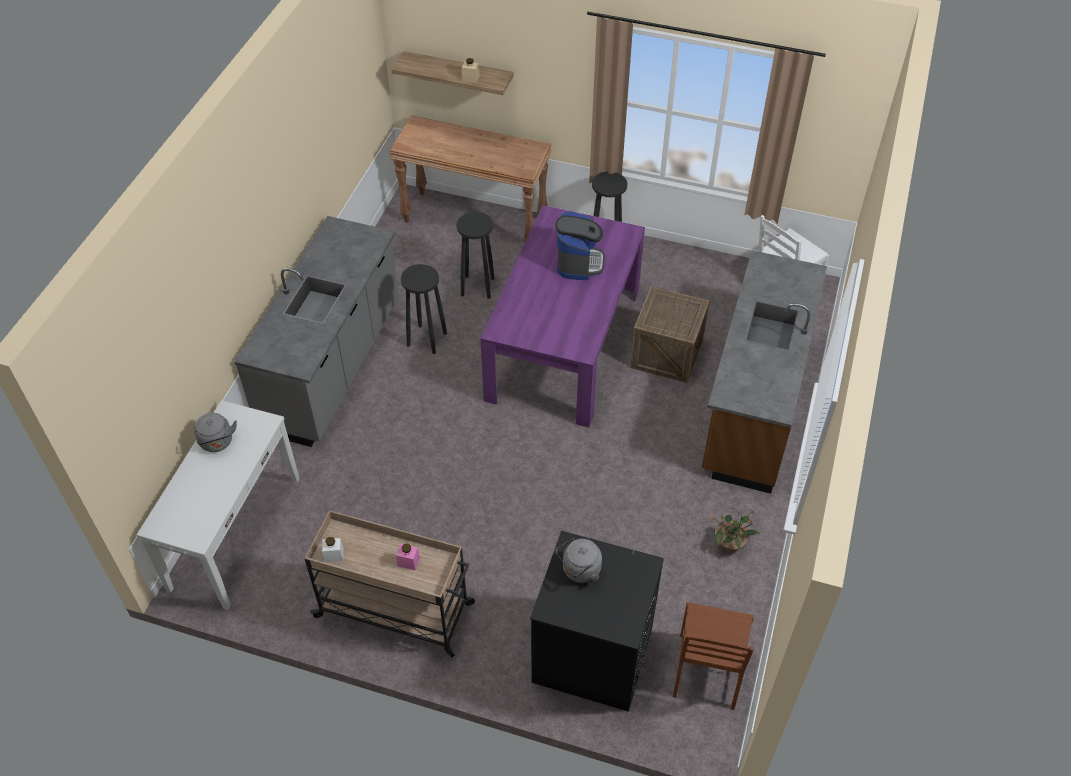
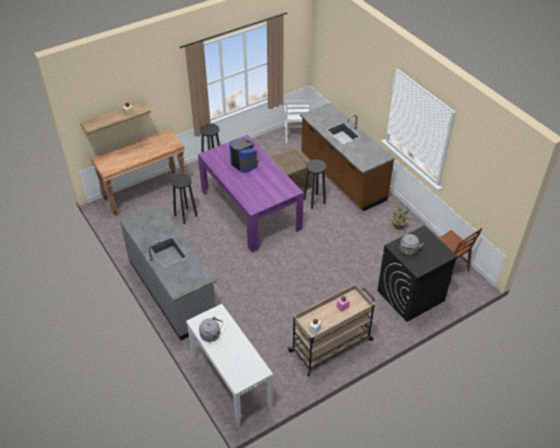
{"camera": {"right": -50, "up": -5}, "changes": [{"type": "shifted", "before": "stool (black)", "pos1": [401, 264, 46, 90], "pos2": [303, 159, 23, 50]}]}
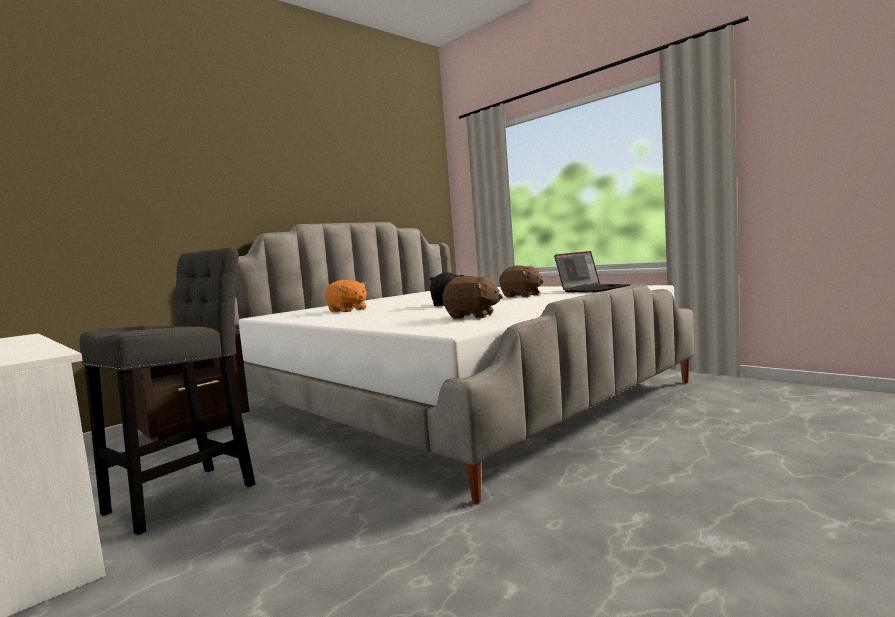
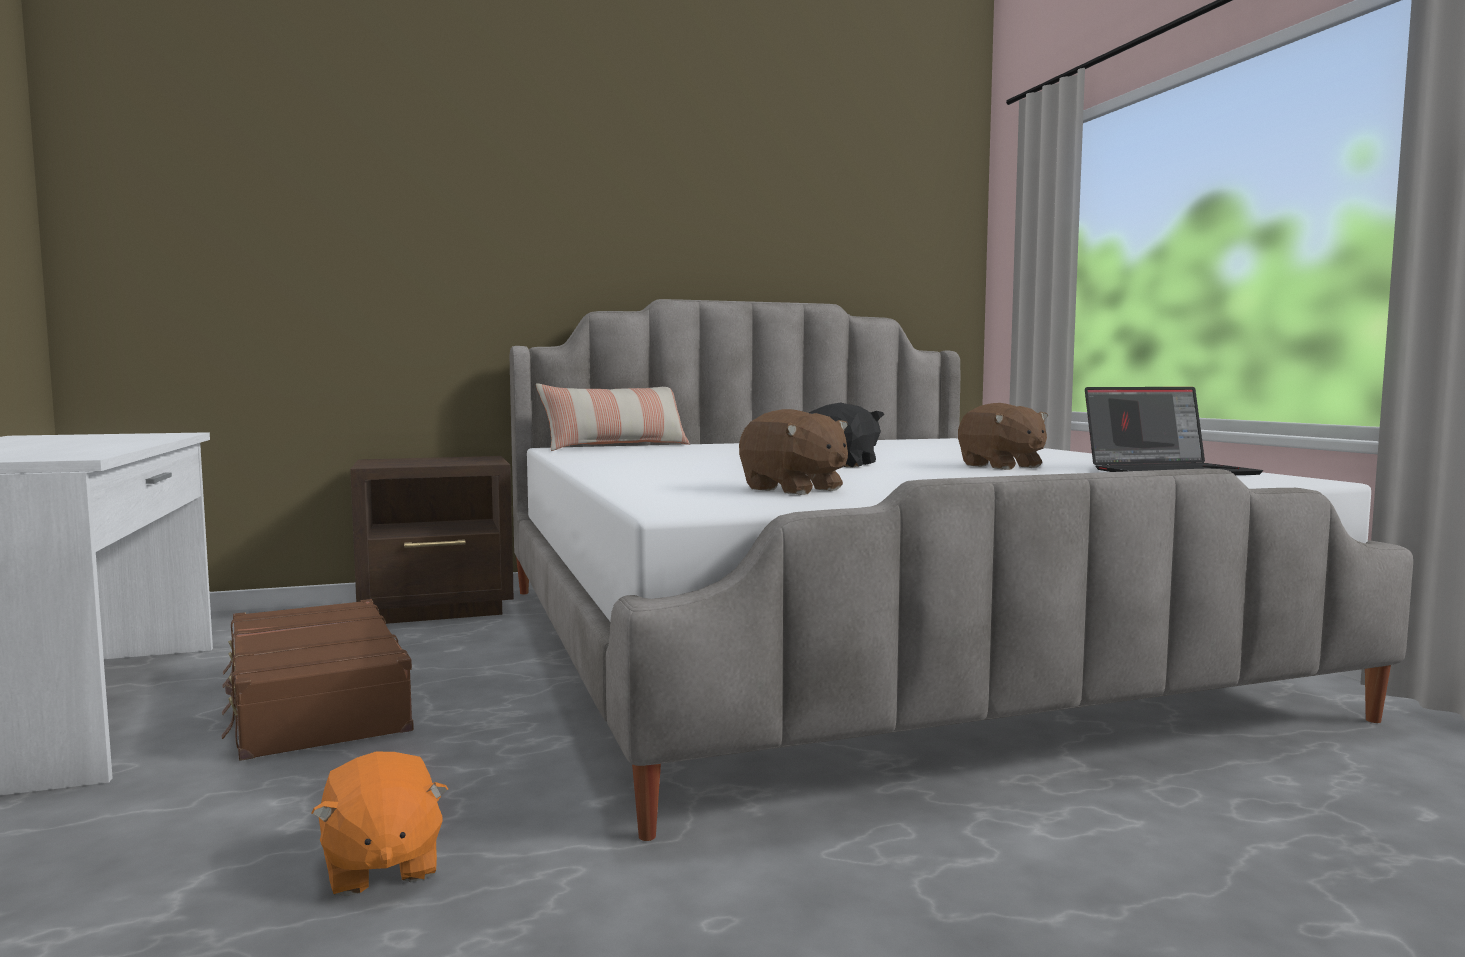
{"camera": {"right": 25, "up": 0}, "changes": [{"type": "swapped", "before": "stool (gray)", "after": "travel case (brownish)", "pos1": [79, 247, 176, 288], "pos2": [221, 599, 193, 162]}, {"type": "shifted", "before": "plush toy (orange-coloured)", "pos1": [325, 280, 42, 32], "pos2": [312, 752, 136, 144]}, {"type": "new", "after": "throw pillow", "pos2": [536, 383, 154, 68]}]}
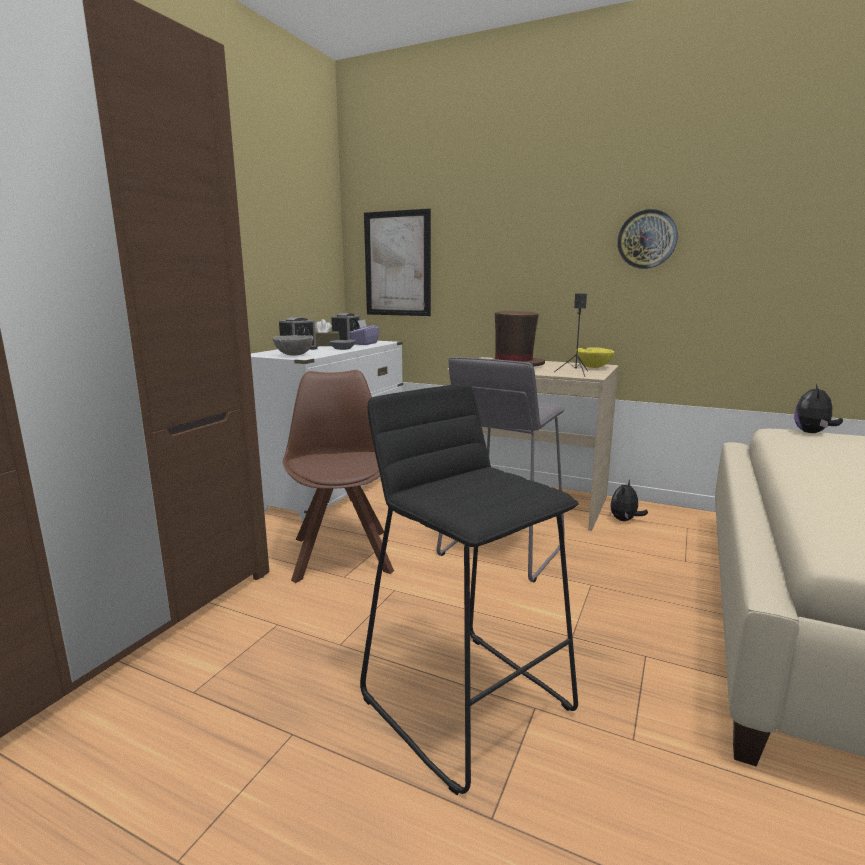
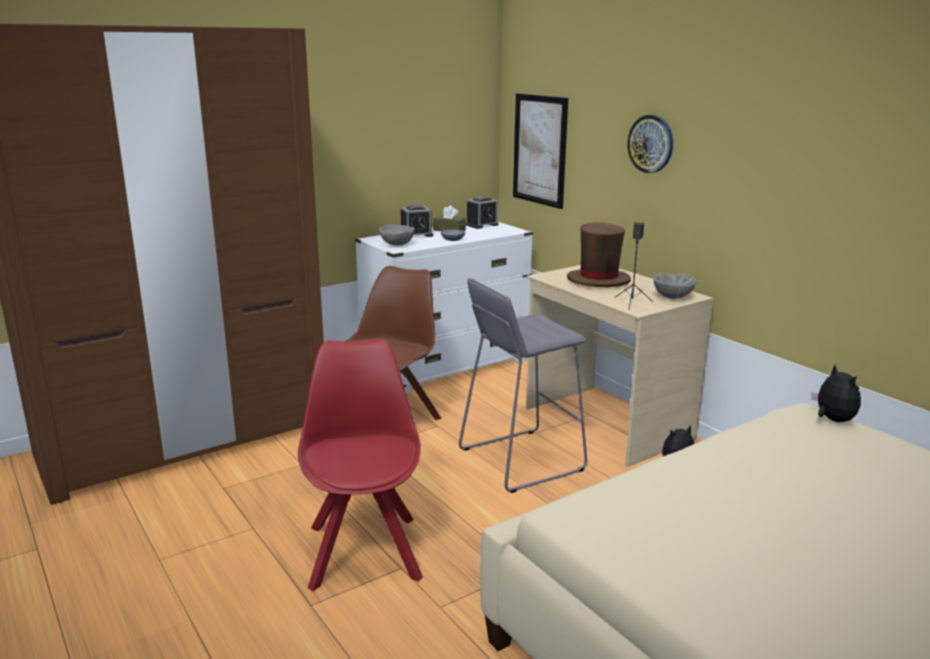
{"camera": {"right": 30, "up": 5}, "changes": [{"type": "shifted", "before": "clock on the wall", "pos1": [617, 209, 61, 60], "pos2": [627, 115, 46, 58]}, {"type": "gone", "before": "tissue holder (purple)", "pos1": [349, 320, 30, 25]}, {"type": "repainted", "before": "deep dish (yellowish)", "after": "deep dish (gray)", "pos1": [576, 347, 38, 21], "pos2": [653, 273, 43, 26]}, {"type": "swapped", "before": "stool (black)", "after": "chair (red-coloured)", "pos1": [360, 383, 219, 412], "pos2": [298, 338, 125, 253]}, {"type": "rotated", "before": "plush toy", "pos1": [794, 384, 49, 49], "pos2": [811, 364, 50, 58], "turn": 105}]}
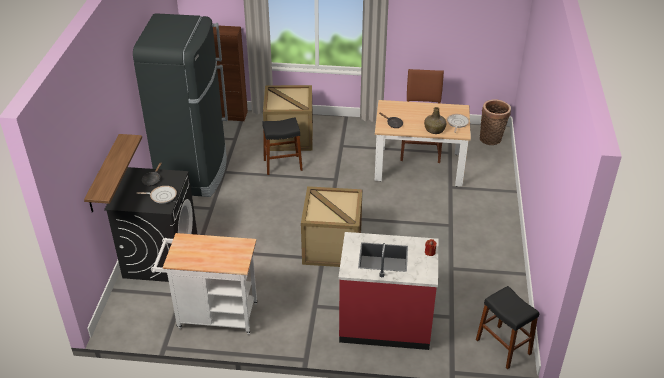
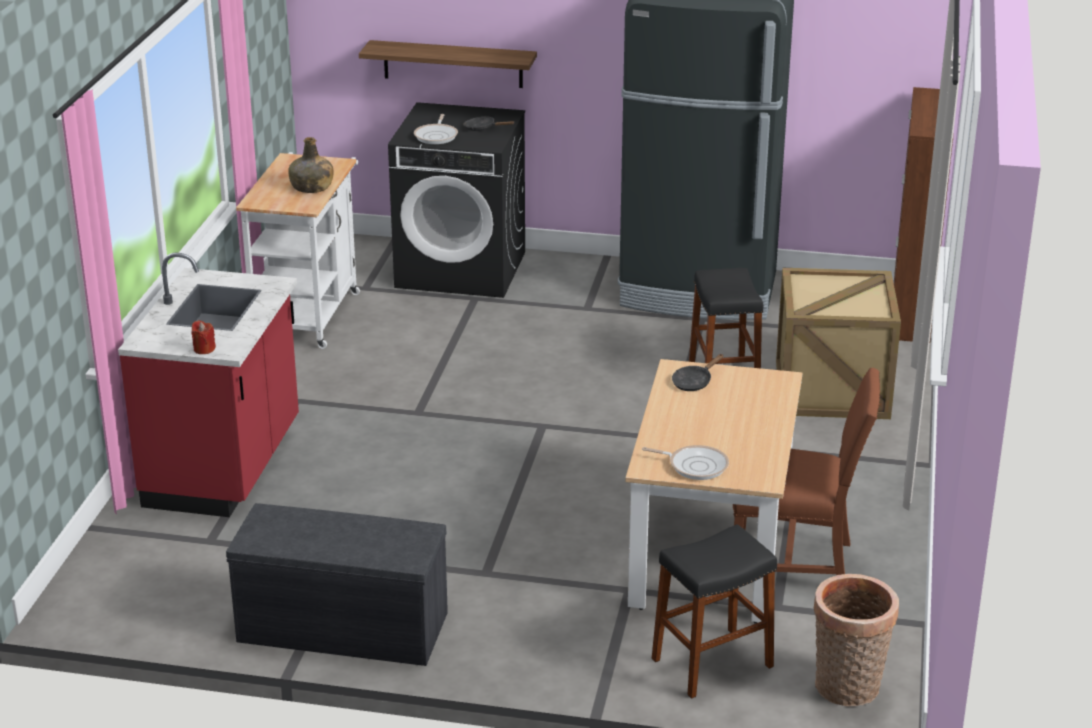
{"camera": {"right": 95, "up": -10}, "changes": [{"type": "shifted", "before": "beverage bottle (green)", "pos1": [424, 107, 22, 27], "pos2": [288, 137, 46, 56]}, {"type": "gone", "before": "shipping crate", "pos1": [301, 186, 61, 81]}, {"type": "shifted", "before": "stool (black)", "pos1": [476, 286, 63, 83], "pos2": [652, 524, 125, 175]}, {"type": "new", "after": "indoor bench (gray)", "pos2": [226, 503, 222, 163]}]}
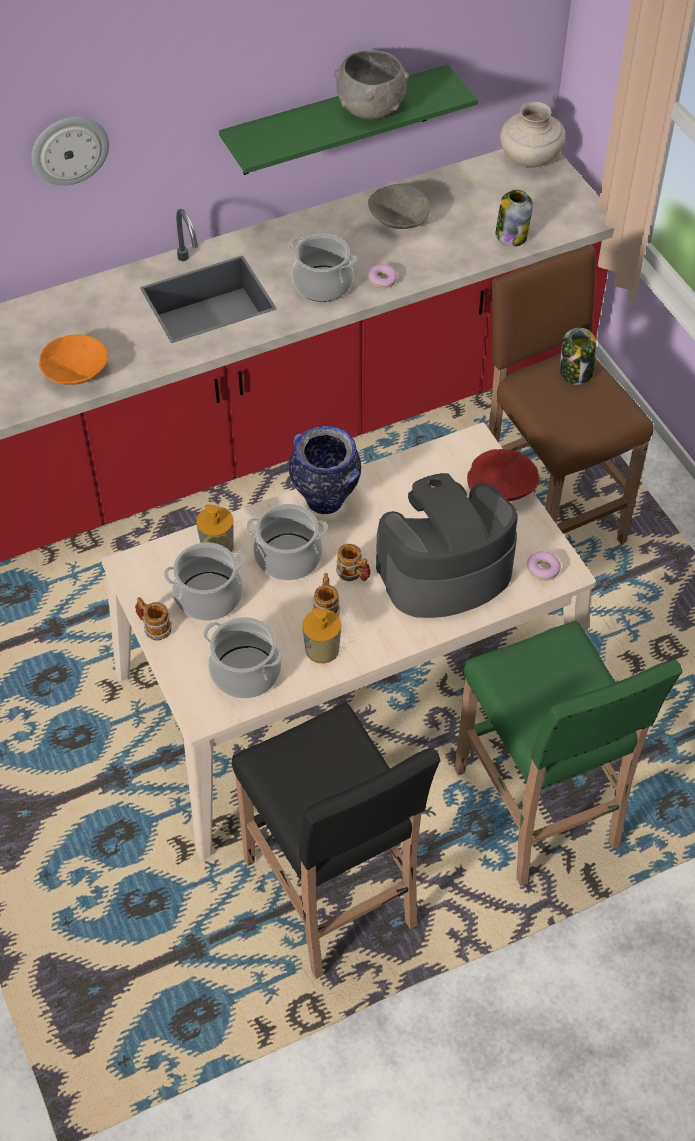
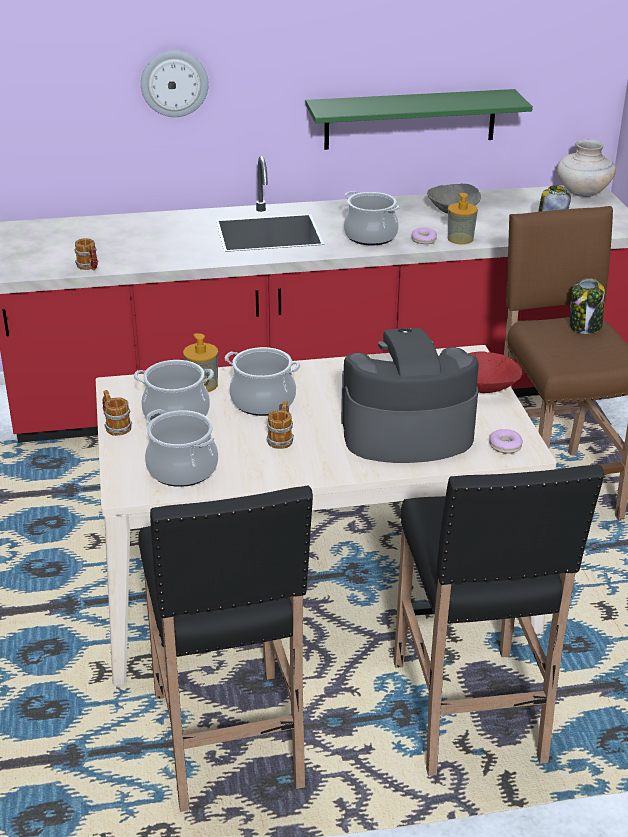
{"camera": {"right": 15, "up": -20}, "changes": [{"type": "gone", "before": "deep dish (gray)", "pos1": [334, 50, 75, 69]}, {"type": "gone", "before": "deep dish (orange-coloured)", "pos1": [39, 334, 69, 51]}, {"type": "gone", "before": "vase", "pos1": [289, 426, 72, 88]}, {"type": "shifted", "before": "coffee mug", "pos1": [336, 544, 35, 37], "pos2": [74, 238, 24, 33]}, {"type": "shifted", "before": "liquid soap bottle", "pos1": [302, 608, 39, 56], "pos2": [448, 193, 30, 51]}, {"type": "repainted", "before": "stool (green)", "after": "stool (black)", "pos1": [455, 620, 227, 266], "pos2": [394, 464, 210, 312]}]}
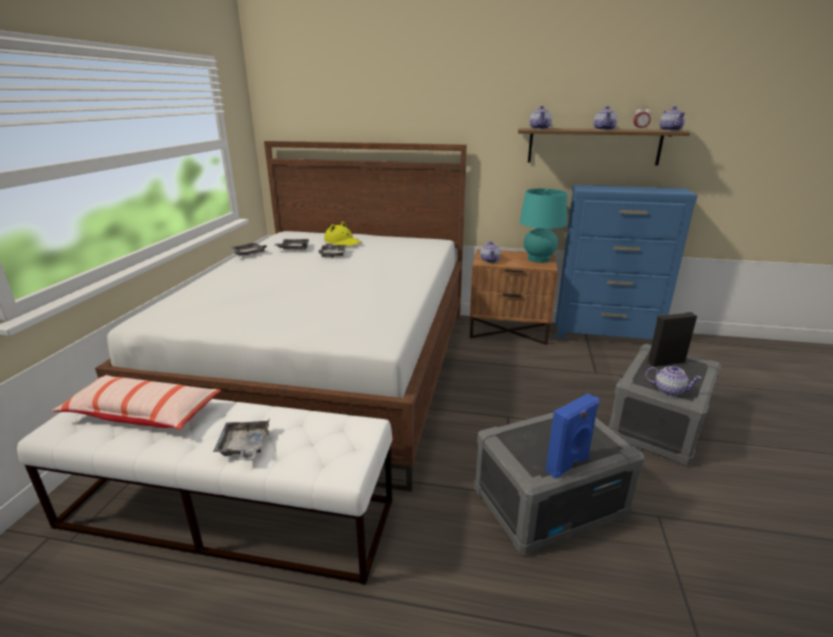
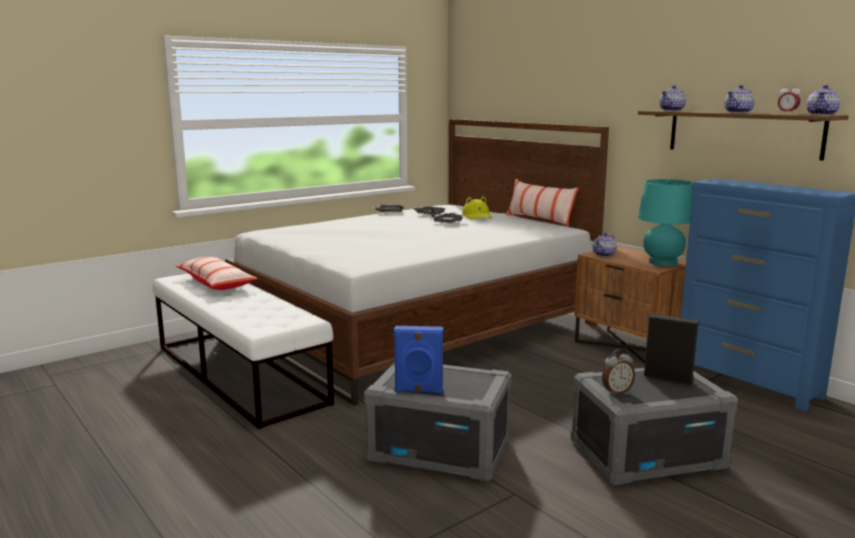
{"camera": {"right": 40, "up": -10}, "changes": [{"type": "swapped", "before": "tea pot", "after": "bedside clock", "pos1": [645, 365, 57, 31], "pos2": [602, 349, 33, 45]}, {"type": "gone", "before": "carrying tray (gray)", "pos1": [213, 420, 56, 40]}, {"type": "new", "after": "throw pillow", "pos2": [506, 179, 73, 48]}]}
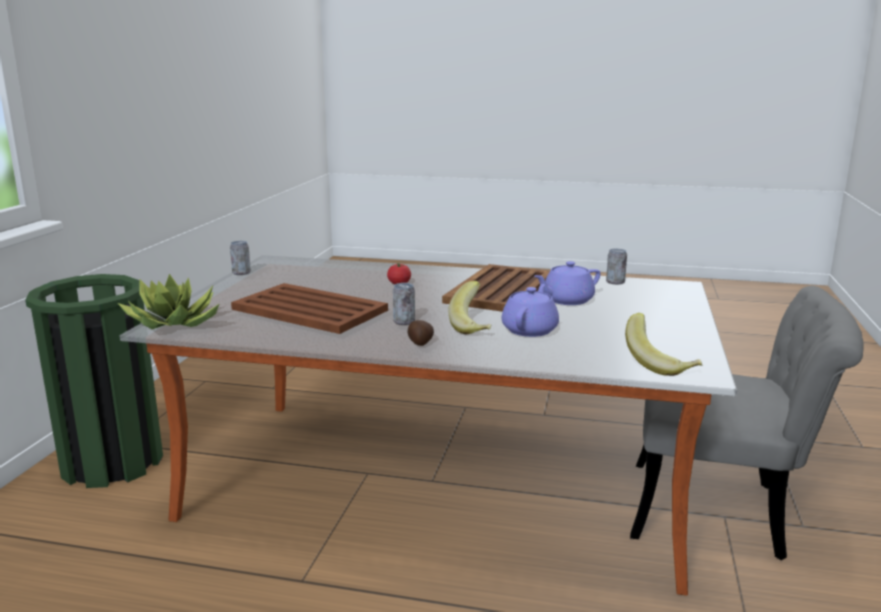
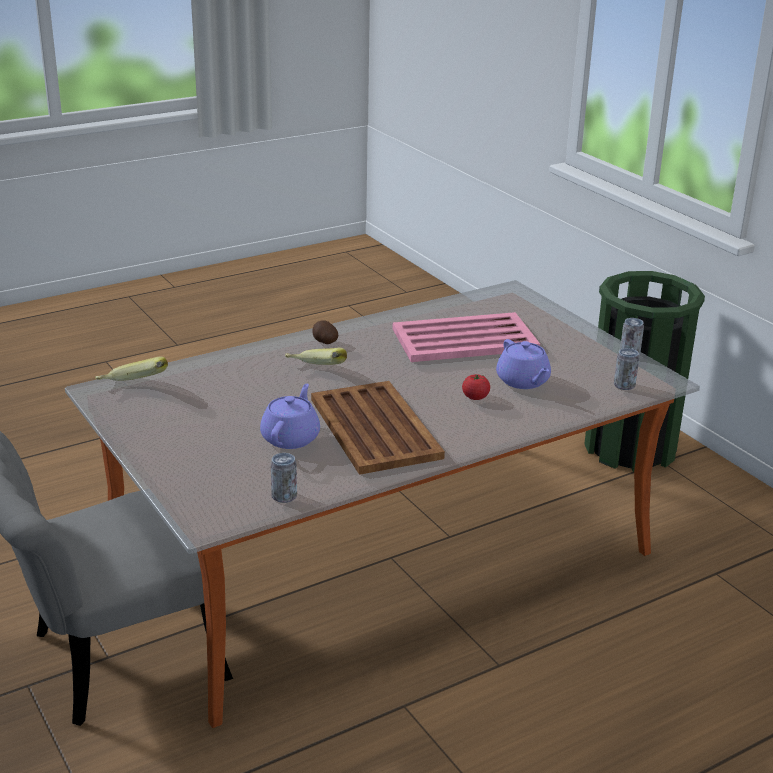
{"camera": {"right": 135, "up": 10}, "changes": [{"type": "gone", "before": "houseplant", "pos1": [118, 274, 101, 55]}, {"type": "repainted", "before": "carrying tray (brownish)", "after": "carrying tray (pink-coloured)", "pos1": [231, 283, 157, 51], "pos2": [393, 312, 147, 50]}, {"type": "shifted", "before": "metal can", "pos1": [393, 283, 22, 42], "pos2": [614, 348, 25, 42]}, {"type": "shifted", "before": "tea pot (purple)", "pos1": [502, 284, 57, 53], "pos2": [496, 339, 55, 50]}]}
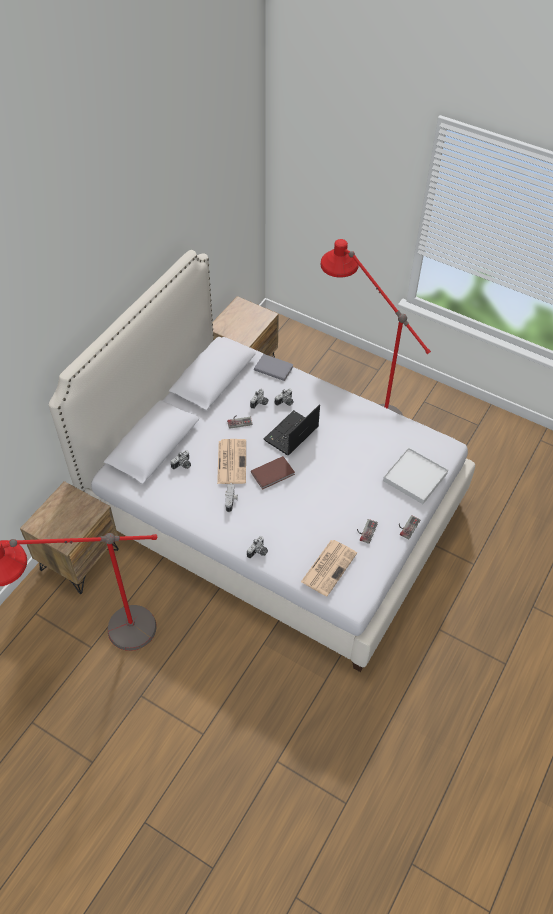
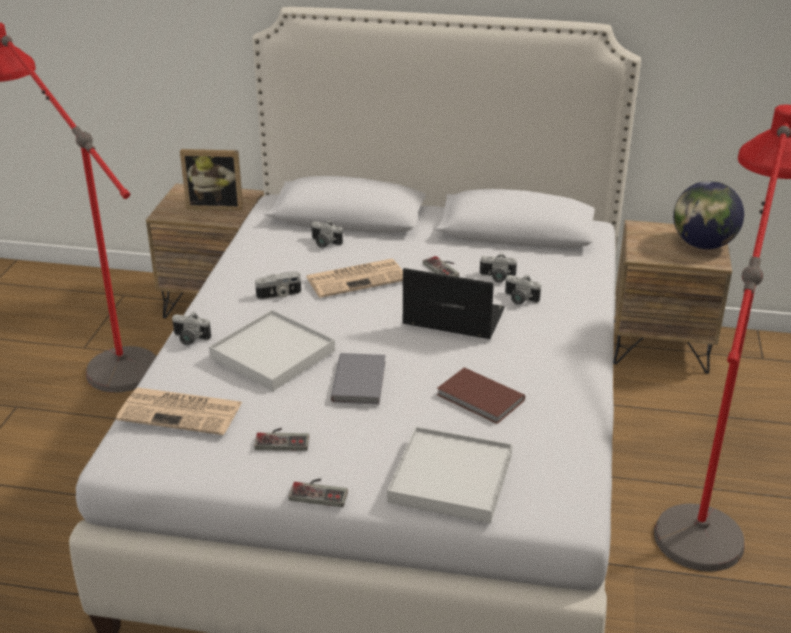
{"camera": {"right": 70, "up": -20}, "changes": [{"type": "shifted", "before": "book (gray)", "pos1": [254, 354, 40, 27], "pos2": [331, 353, 55, 51]}, {"type": "shifted", "before": "book (brownish)", "pos1": [251, 456, 44, 34], "pos2": [437, 367, 88, 57]}, {"type": "new", "after": "picture frame", "pos2": [180, 149, 63, 62]}, {"type": "new", "after": "desk globe", "pos2": [673, 181, 71, 68]}, {"type": "new", "after": "carrying tray (white)", "pos2": [209, 310, 126, 81]}]}
